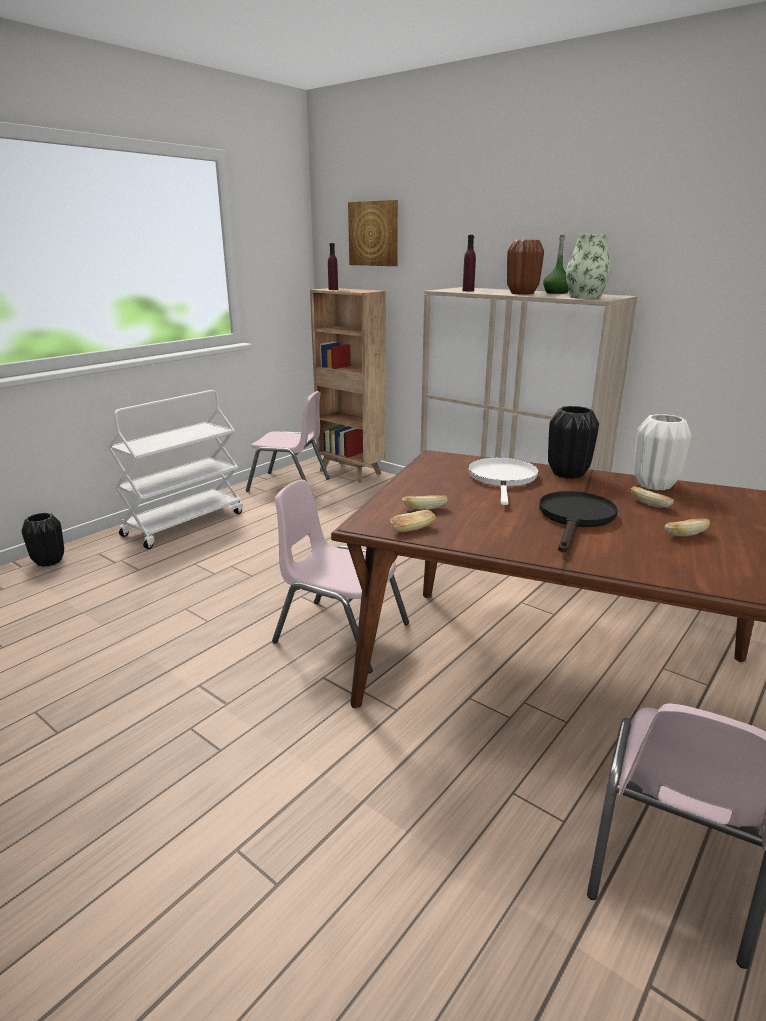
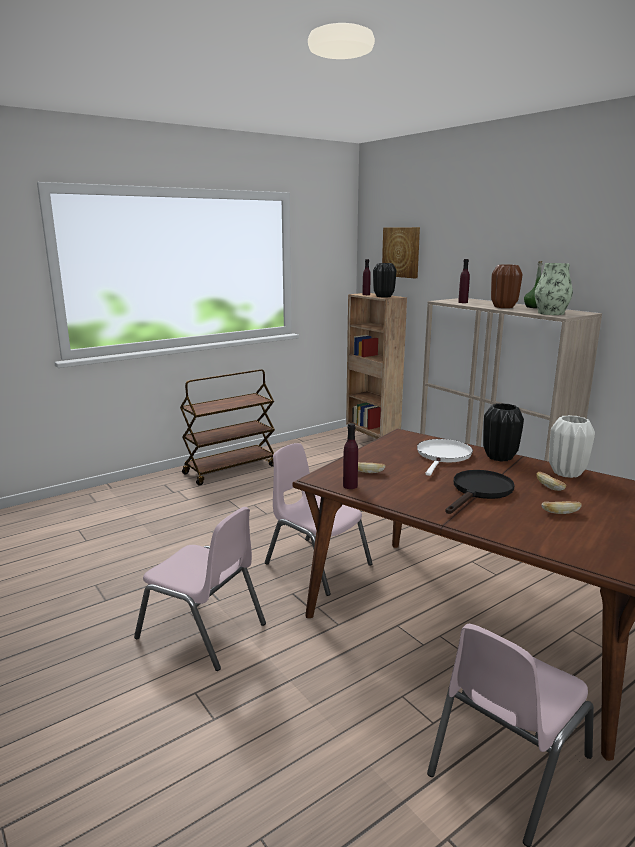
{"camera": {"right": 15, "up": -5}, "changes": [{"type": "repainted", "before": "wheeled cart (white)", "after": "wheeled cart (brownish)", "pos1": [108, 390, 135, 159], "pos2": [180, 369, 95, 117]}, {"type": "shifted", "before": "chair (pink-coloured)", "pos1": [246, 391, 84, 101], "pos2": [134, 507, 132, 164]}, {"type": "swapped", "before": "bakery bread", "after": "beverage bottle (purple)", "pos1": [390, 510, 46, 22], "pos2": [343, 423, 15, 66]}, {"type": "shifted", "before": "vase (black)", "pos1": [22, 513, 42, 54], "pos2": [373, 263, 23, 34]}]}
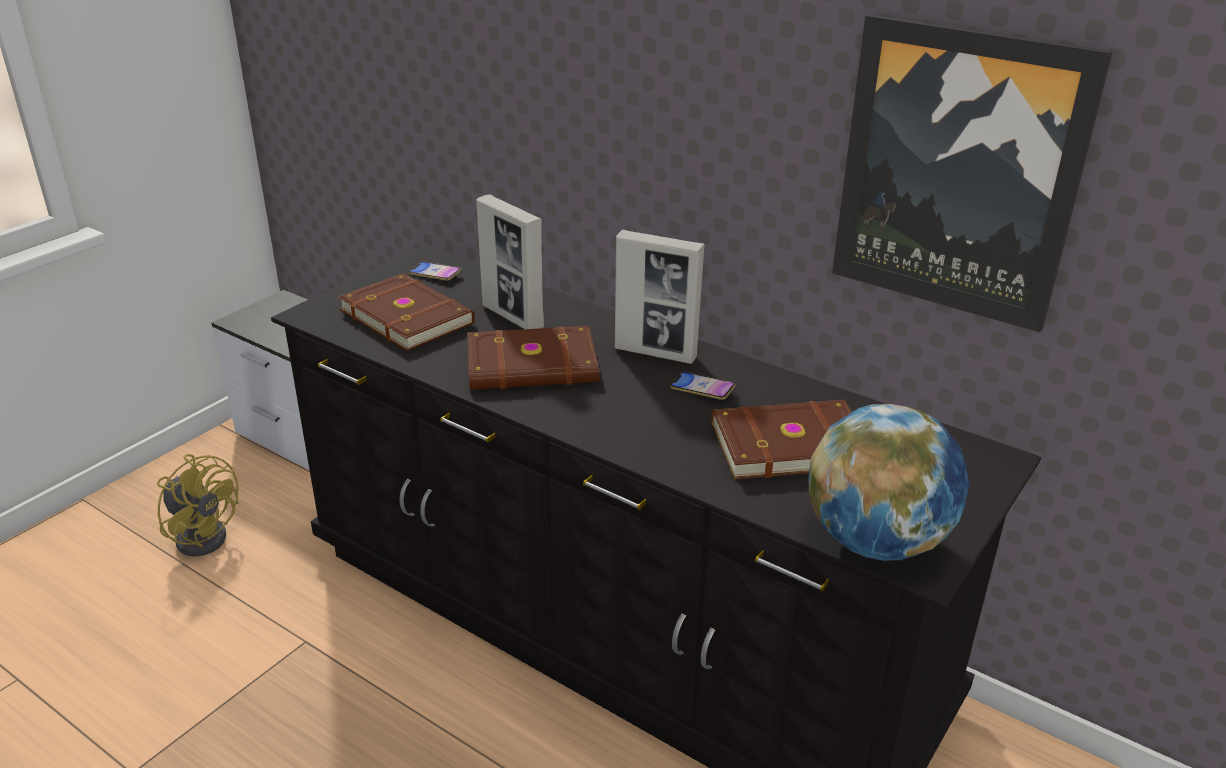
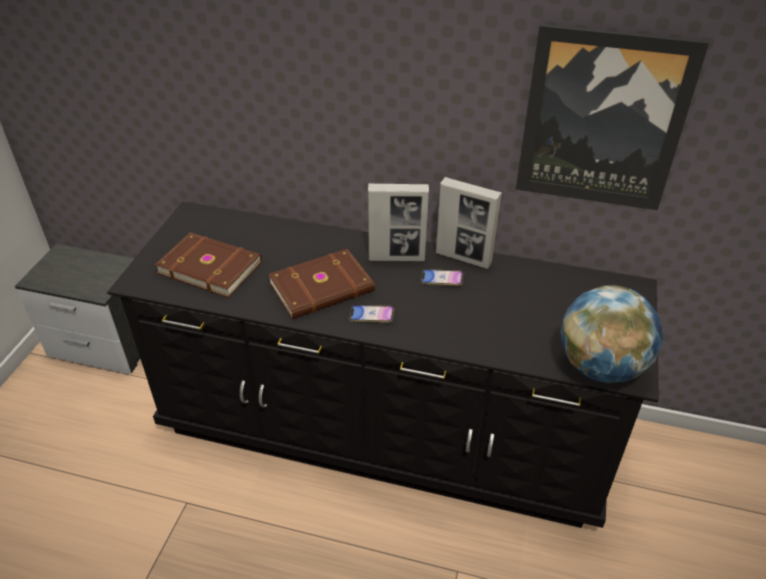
{"camera": {"right": -20, "up": 10}, "changes": [{"type": "shifted", "before": "picture frame", "pos1": [476, 195, 68, 134], "pos2": [436, 177, 66, 92]}, {"type": "shifted", "before": "telephone", "pos1": [409, 262, 53, 19], "pos2": [349, 305, 46, 18]}, {"type": "gone", "before": "book (brownish)", "pos1": [711, 400, 141, 80]}, {"type": "gone", "before": "fan (yellowish)", "pos1": [157, 454, 82, 103]}]}
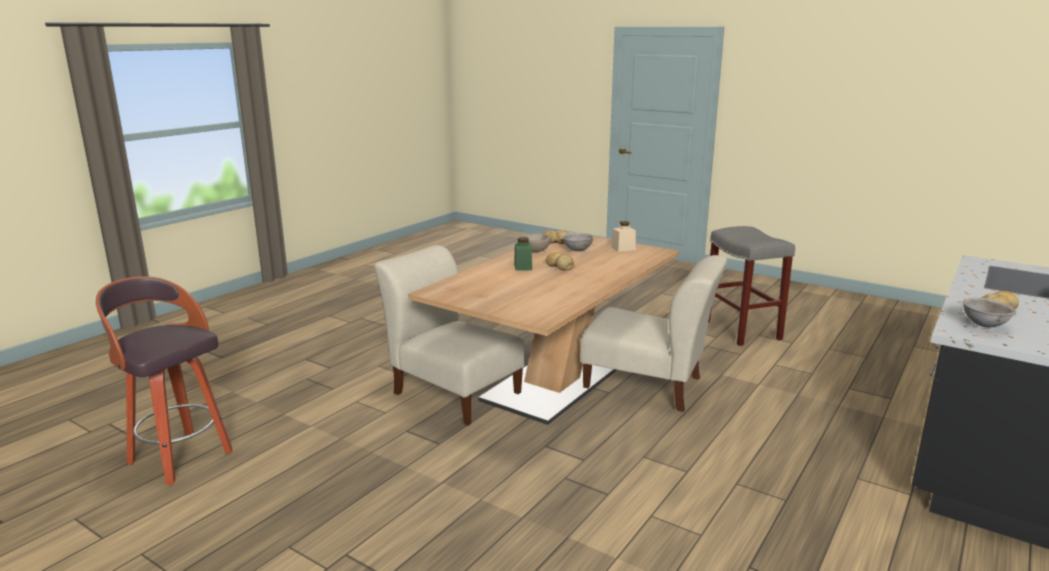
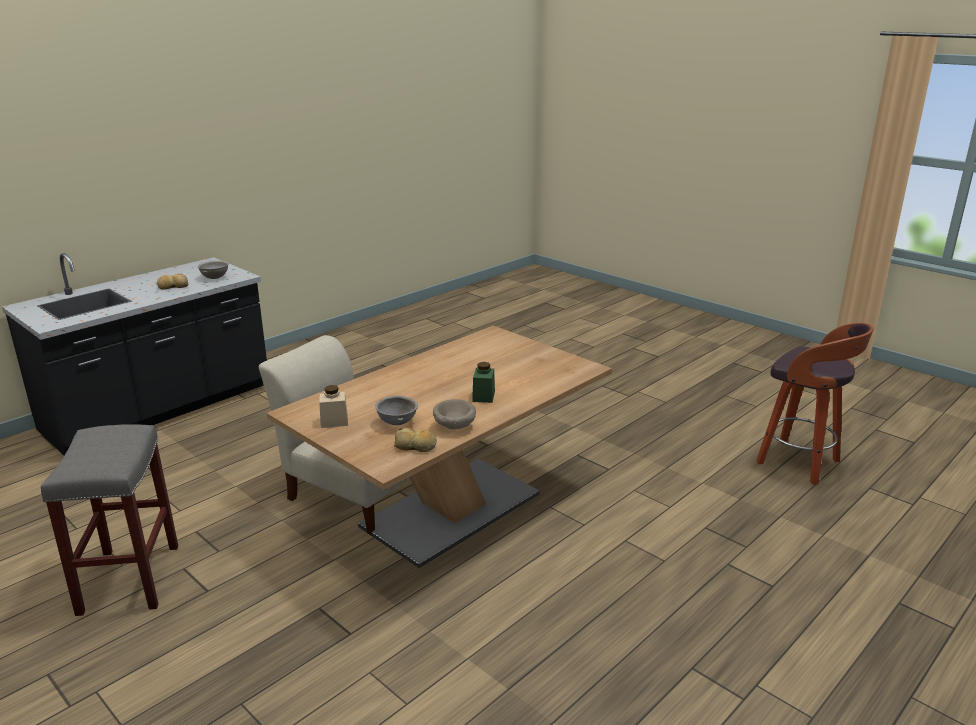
{"camera": {"right": -170, "up": 5}, "changes": [{"type": "gone", "before": "chair (sand-coloured)", "pos1": [374, 245, 151, 181]}, {"type": "gone", "before": "bakery bread", "pos1": [546, 252, 29, 18]}]}
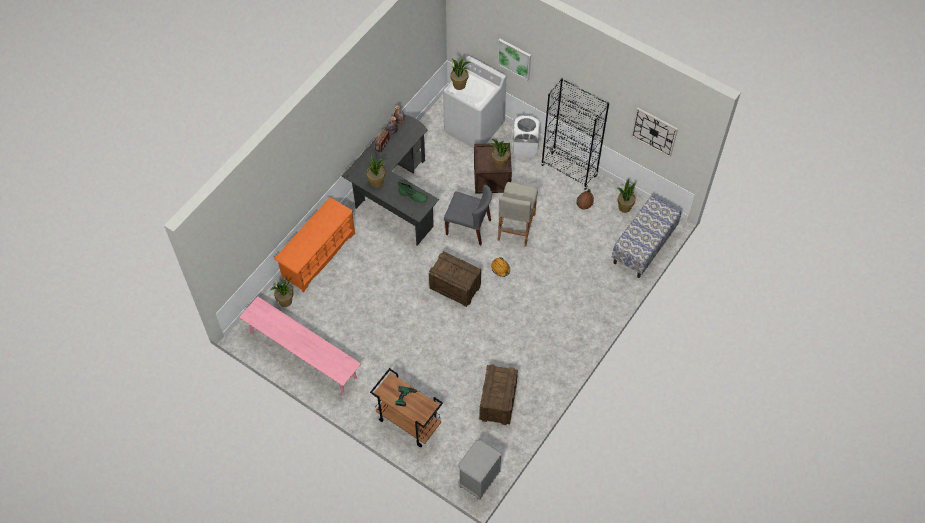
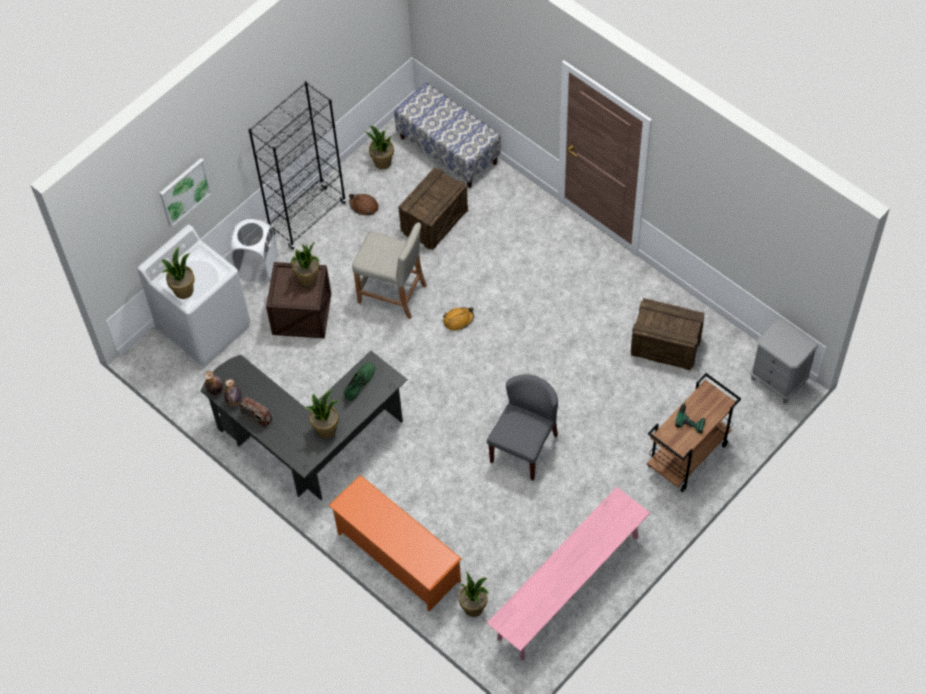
{"camera": {"right": -80, "up": 0}, "changes": [{"type": "gone", "before": "clock on the wall", "pos1": [631, 107, 47, 50]}, {"type": "shifted", "before": "chair (gray)", "pos1": [444, 185, 48, 60], "pos2": [487, 374, 71, 106]}, {"type": "shifted", "before": "shipping crate", "pos1": [429, 251, 52, 56], "pos2": [398, 167, 70, 83]}]}
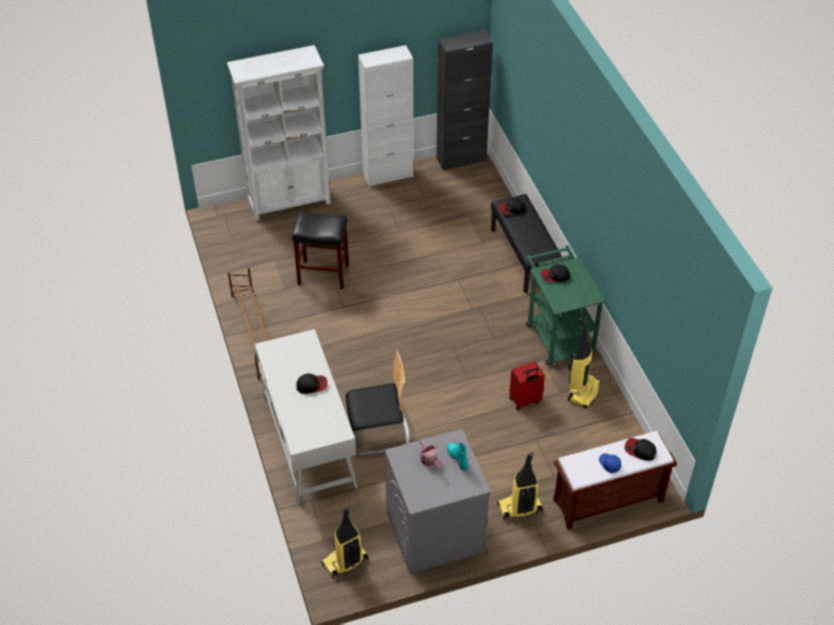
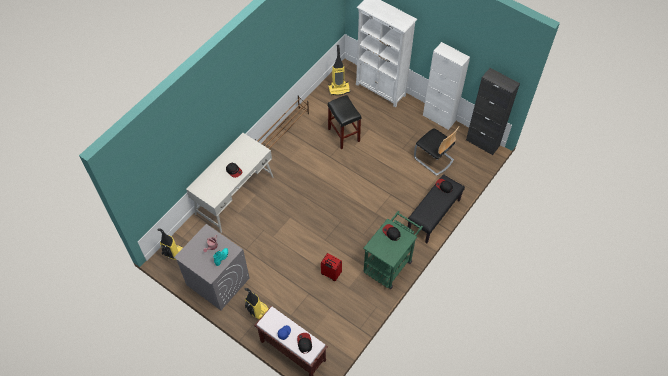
{"camera": {"right": 55, "up": 10}, "changes": [{"type": "shifted", "before": "hoover", "pos1": [568, 317, 32, 91], "pos2": [328, 45, 22, 50]}, {"type": "shifted", "before": "chair", "pos1": [346, 351, 64, 105], "pos2": [414, 127, 45, 49]}]}
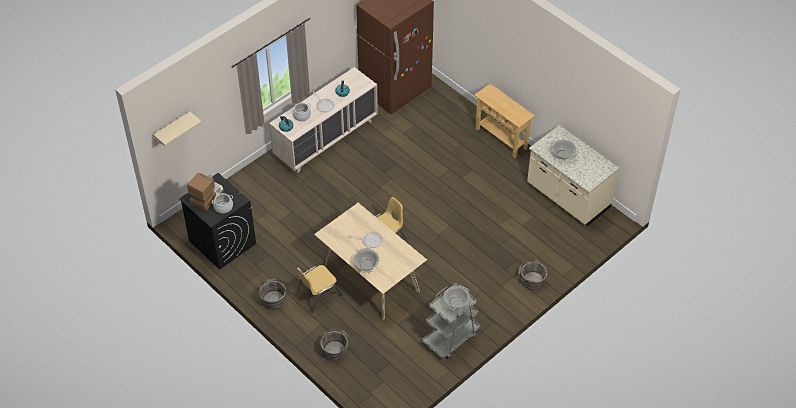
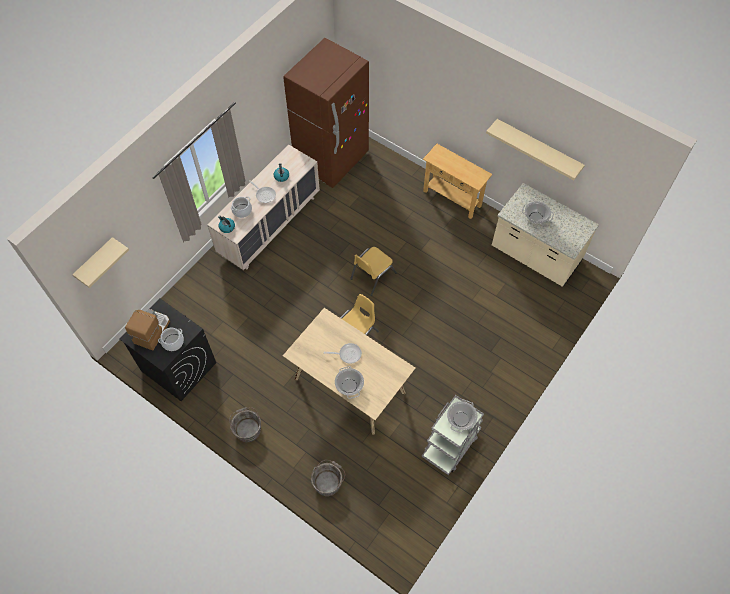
{"camera": {"right": -10, "up": 10}, "changes": [{"type": "gone", "before": "bucket (gray)", "pos1": [518, 260, 30, 30]}, {"type": "shifted", "before": "chair (yellowish)", "pos1": [296, 265, 47, 48], "pos2": [350, 247, 47, 49]}, {"type": "new", "after": "bracket shelf (sand-coloured)", "pos2": [486, 119, 99, 61]}]}
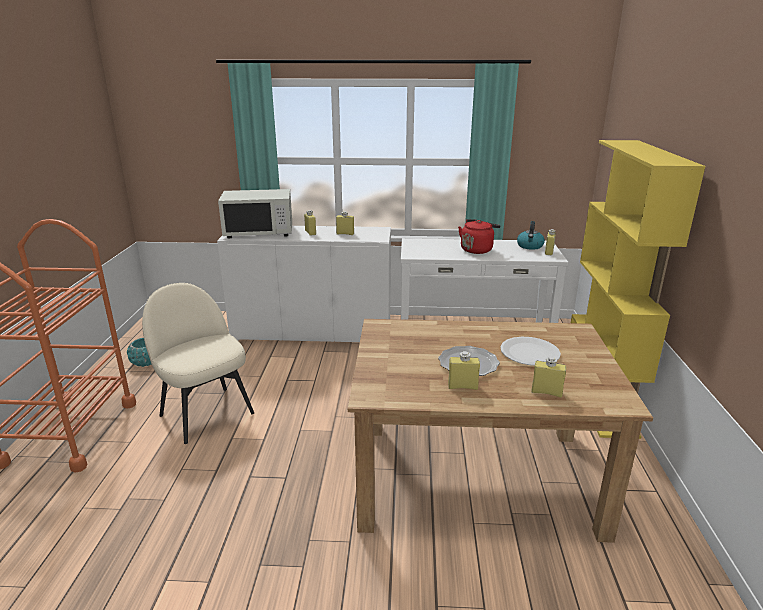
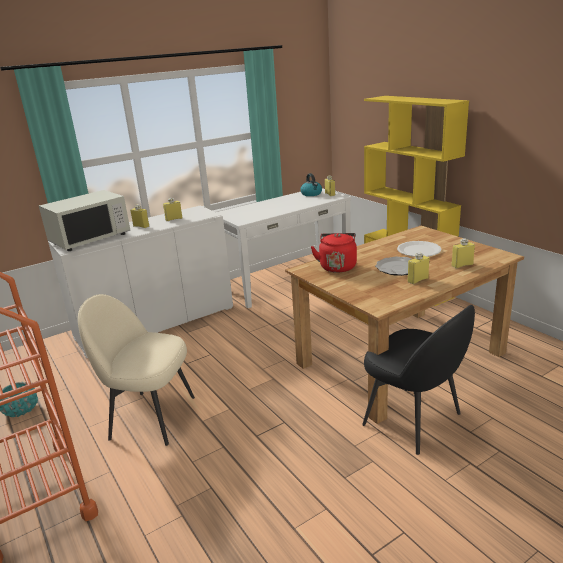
{"camera": {"right": -35, "up": 0}, "changes": [{"type": "shifted", "before": "tea kettle (red-coloured)", "pos1": [458, 219, 42, 35], "pos2": [311, 233, 46, 40]}, {"type": "new", "after": "chair (black)", "pos2": [362, 305, 113, 150]}]}
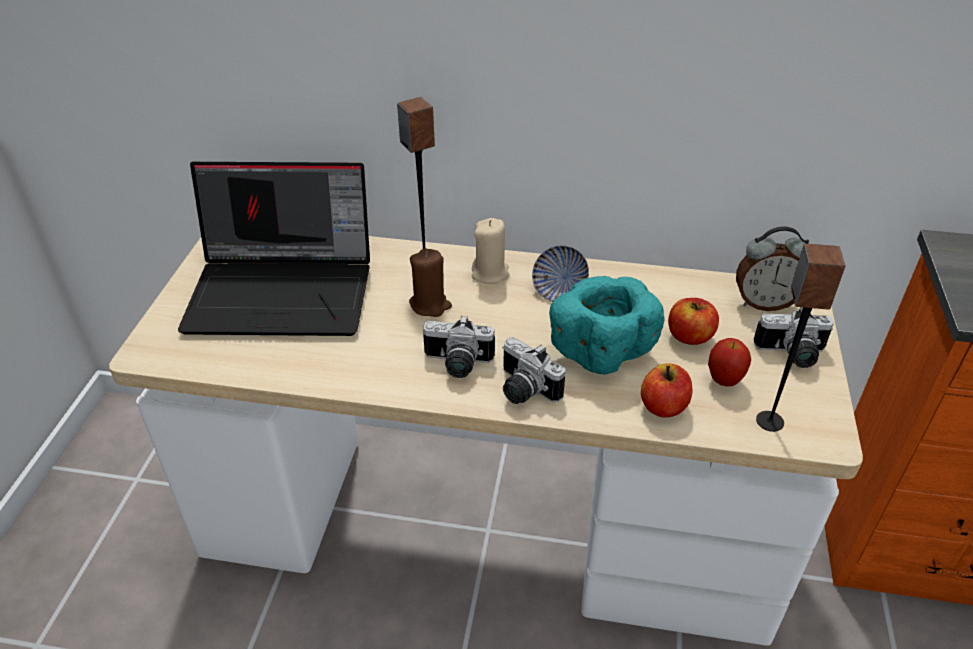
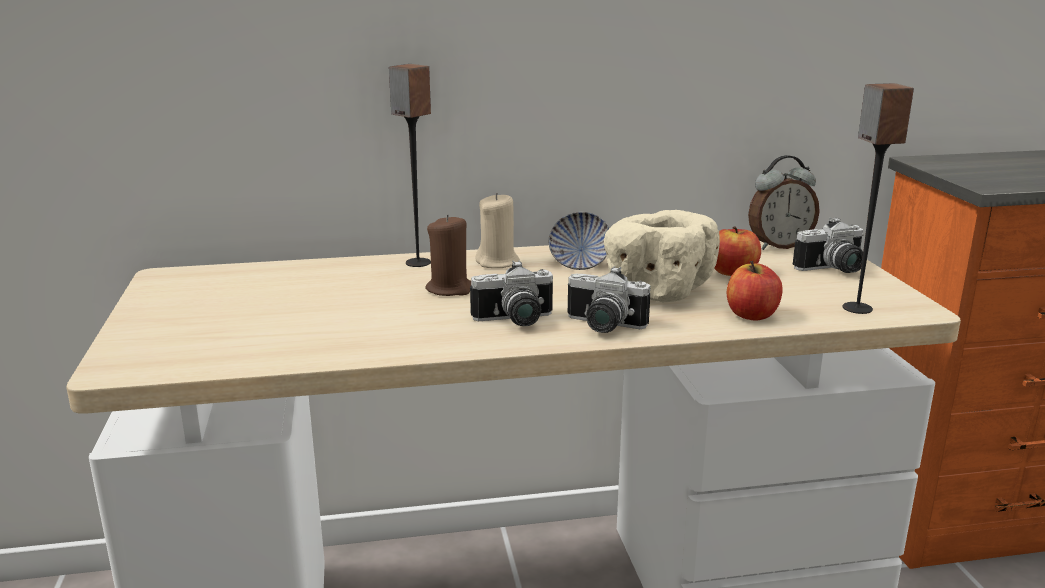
{"camera": {"right": -20, "up": -20}, "changes": [{"type": "gone", "before": "laptop", "pos1": [178, 162, 192, 174]}, {"type": "repainted", "before": "deep dish (turquoise-coloured)", "after": "deep dish (sand-coloured)", "pos1": [549, 276, 116, 98], "pos2": [604, 210, 116, 92]}, {"type": "gone", "before": "apple fruit", "pos1": [708, 338, 43, 48]}]}
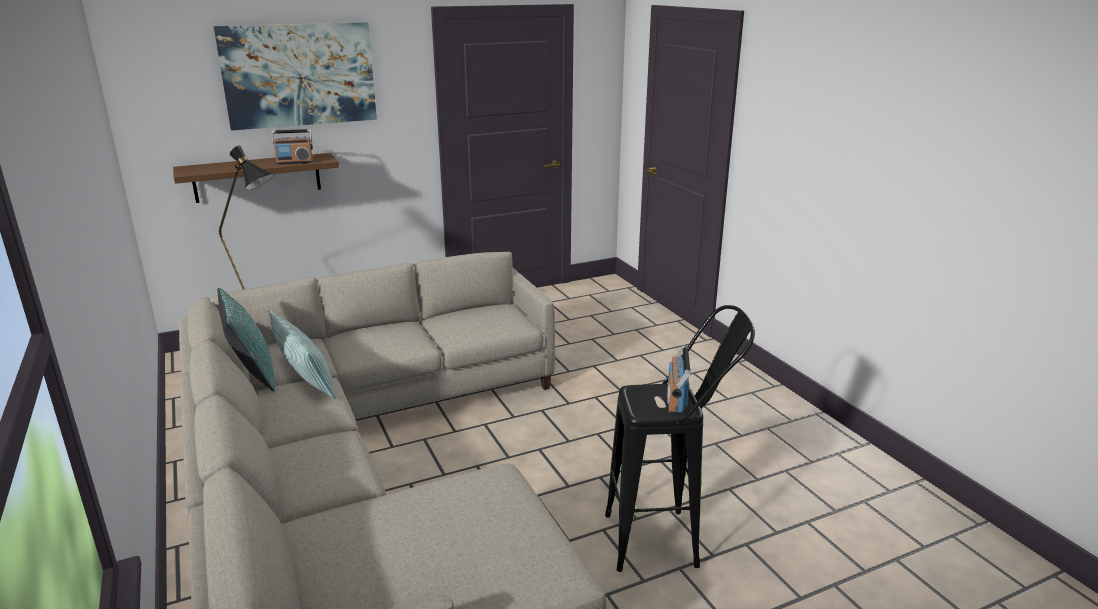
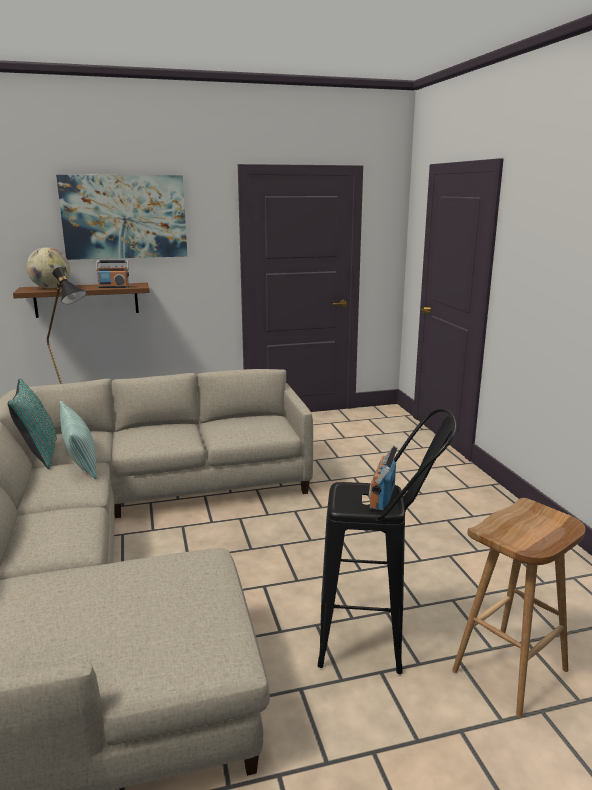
{"camera": {"right": 10, "up": -5}, "changes": [{"type": "new", "after": "desk globe", "pos2": [26, 247, 44, 42]}, {"type": "new", "after": "stool (brownish)", "pos2": [452, 498, 134, 219]}]}
